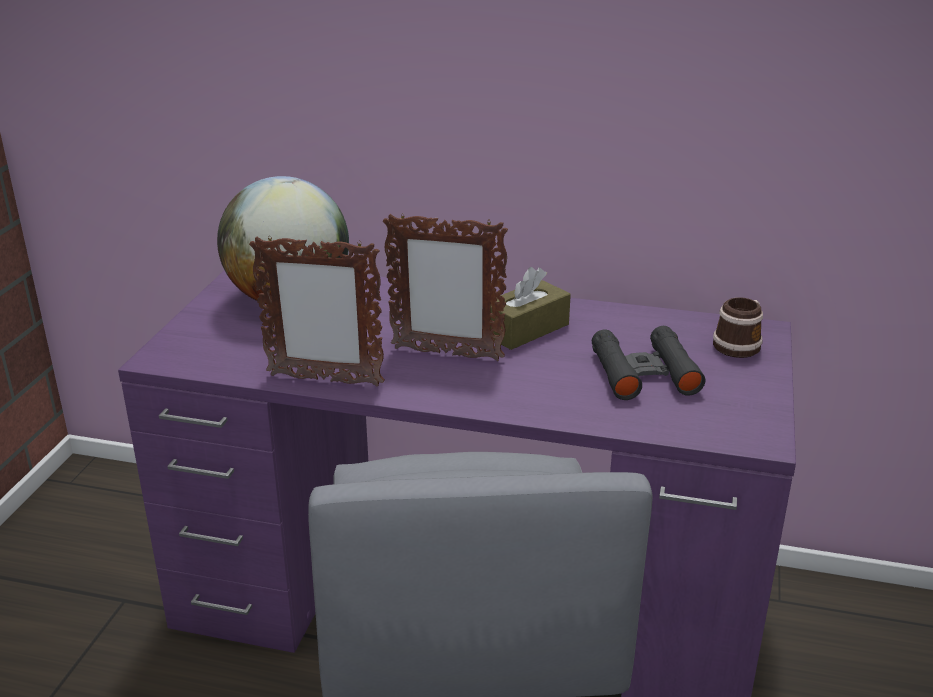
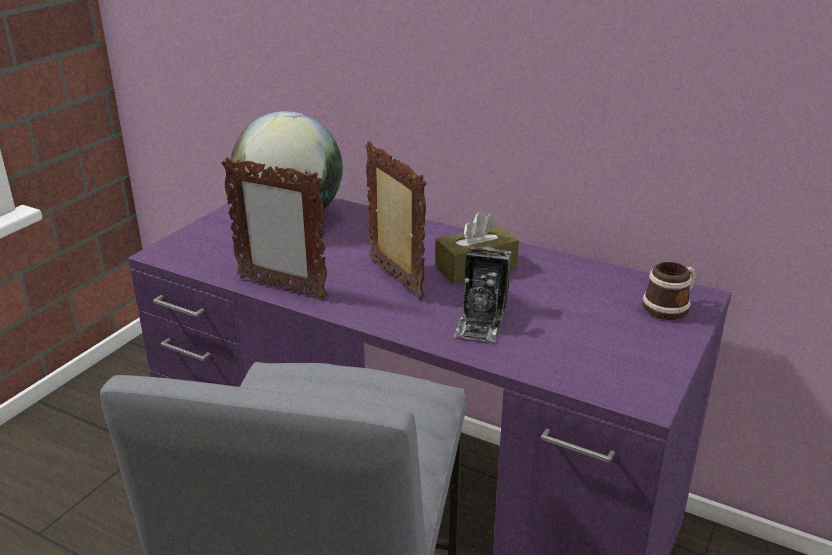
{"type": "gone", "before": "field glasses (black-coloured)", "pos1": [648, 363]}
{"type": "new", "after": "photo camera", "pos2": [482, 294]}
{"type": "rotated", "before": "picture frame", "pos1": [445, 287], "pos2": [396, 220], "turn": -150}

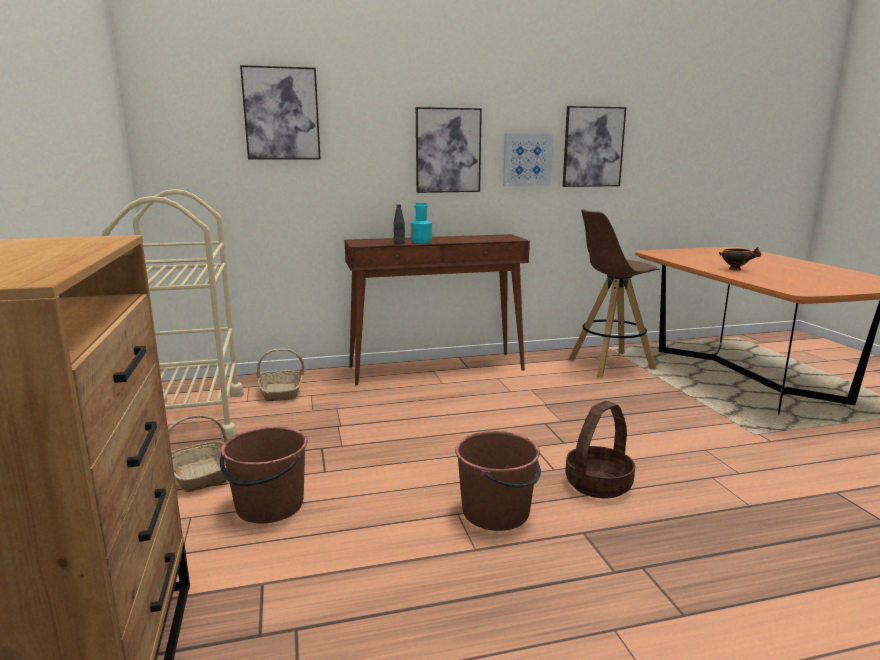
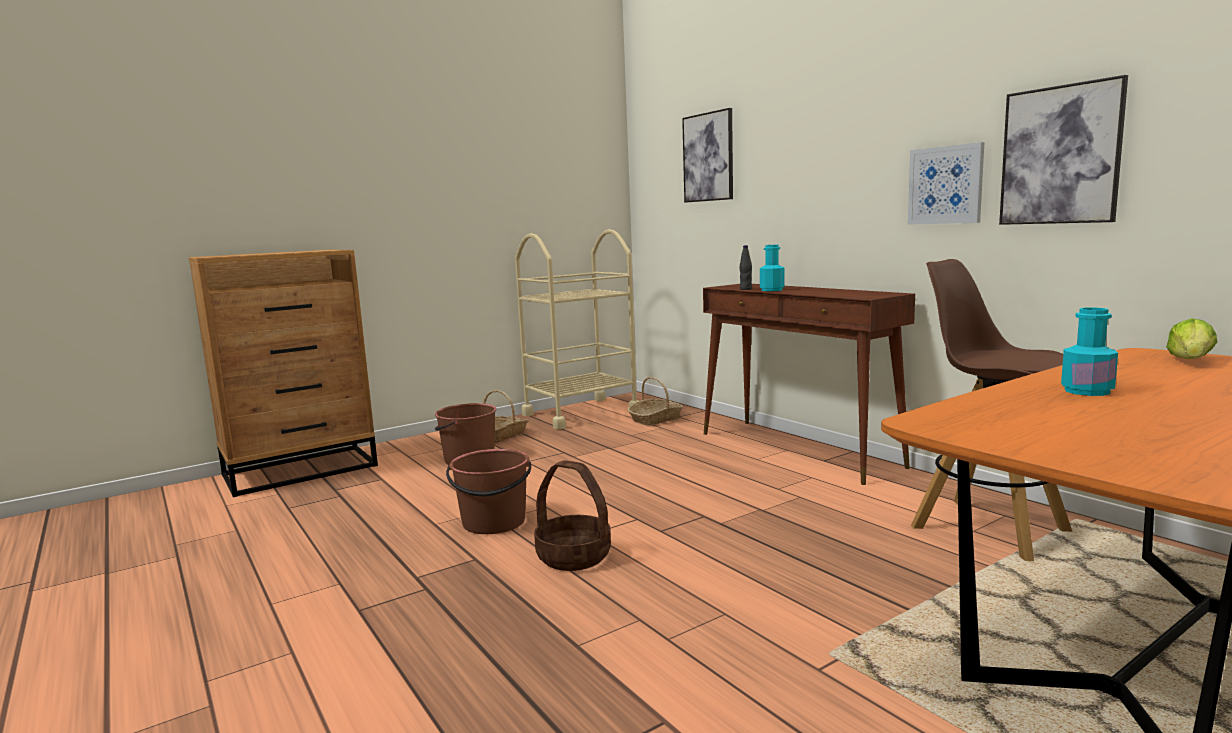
{"type": "gone", "before": "wall art", "pos1": [449, 150]}
{"type": "new", "after": "lettuce head", "pos2": [1191, 338]}
{"type": "swapped", "before": "deep dish", "after": "bottle (turquoise-coloured)", "pos1": [740, 258], "pos2": [1089, 351]}

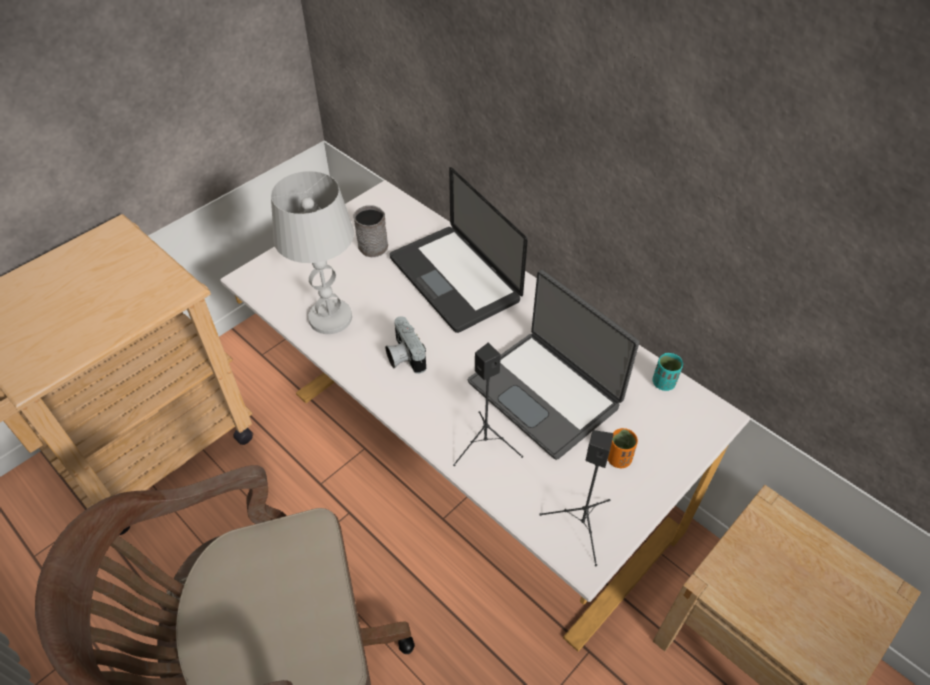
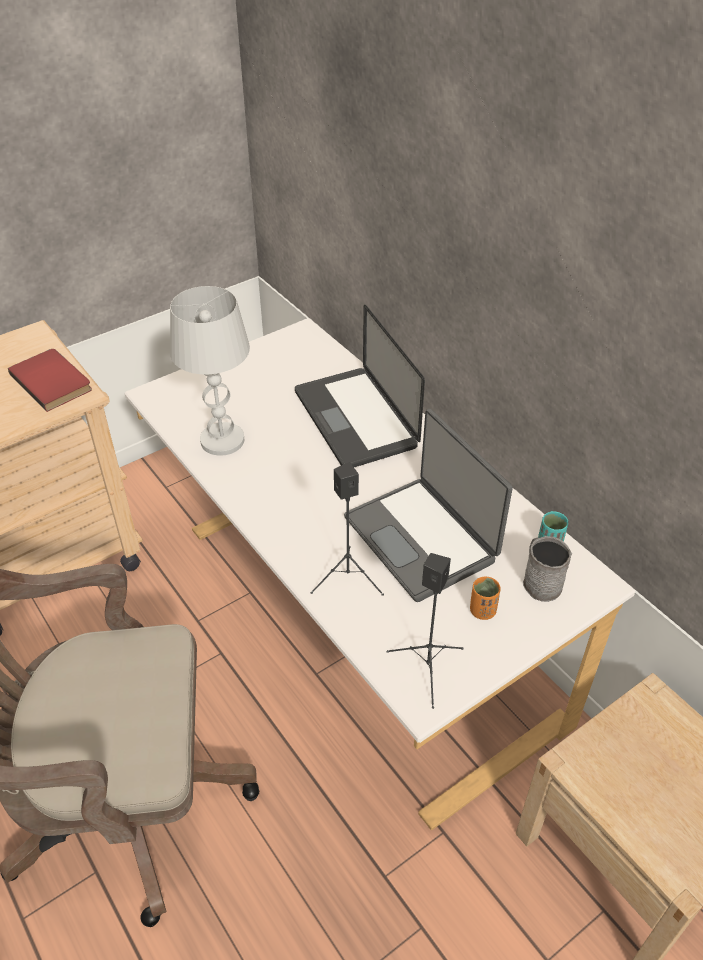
{"type": "gone", "before": "photo camera", "pos1": [405, 345]}
{"type": "new", "after": "book (red-coloured)", "pos2": [50, 380]}
{"type": "shifted", "before": "tea mug (gray)", "pos1": [370, 231], "pos2": [547, 569]}

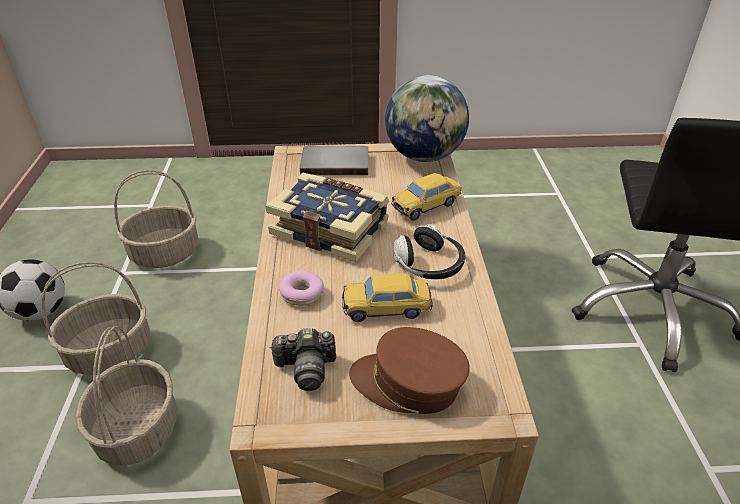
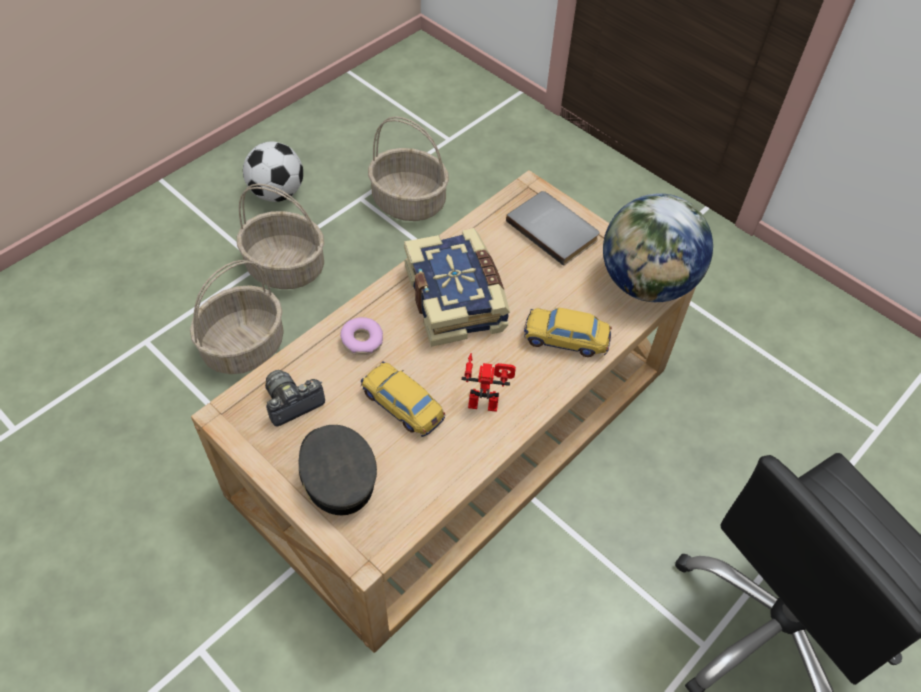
{"type": "swapped", "before": "headphones", "after": "robot figure", "pos1": [429, 251], "pos2": [488, 382]}
{"type": "repainted", "before": "cap (brown)", "after": "cap (gray)", "pos1": [409, 370], "pos2": [338, 470]}
{"type": "rotated", "before": "photo camera", "pos1": [302, 359], "pos2": [295, 398], "turn": 105}

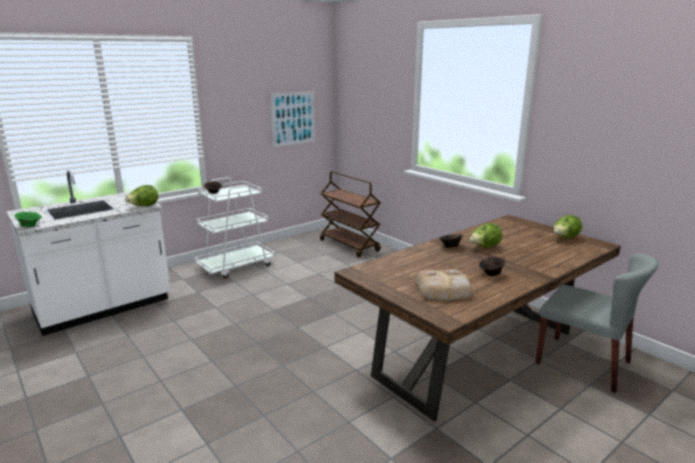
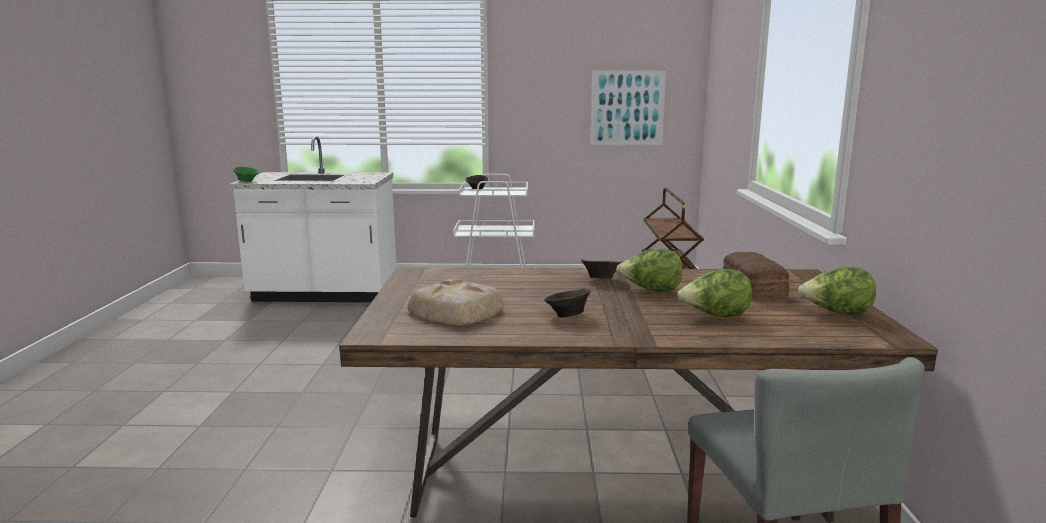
{"type": "new", "after": "baked bread", "pos2": [756, 275]}
{"type": "shifted", "before": "lettuce head", "pos1": [141, 195], "pos2": [715, 293]}

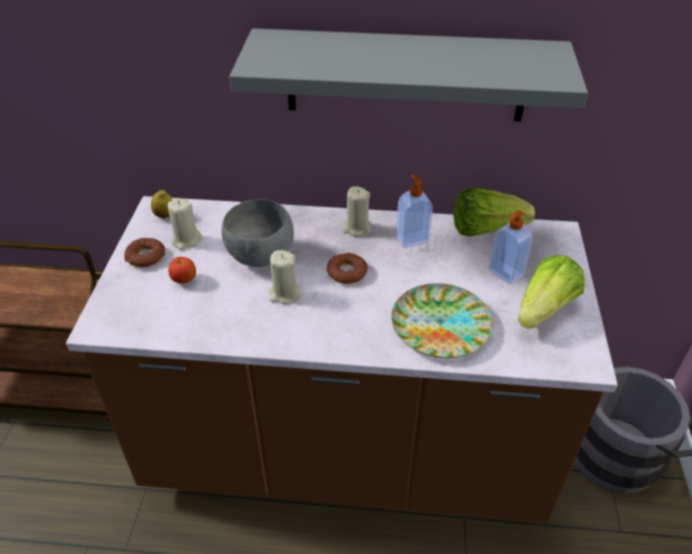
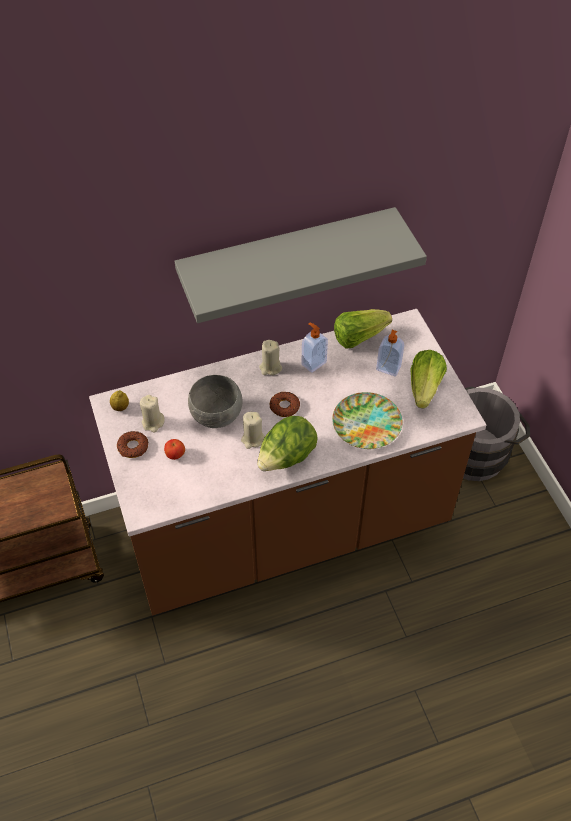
{"type": "new", "after": "lettuce head", "pos2": [287, 443]}

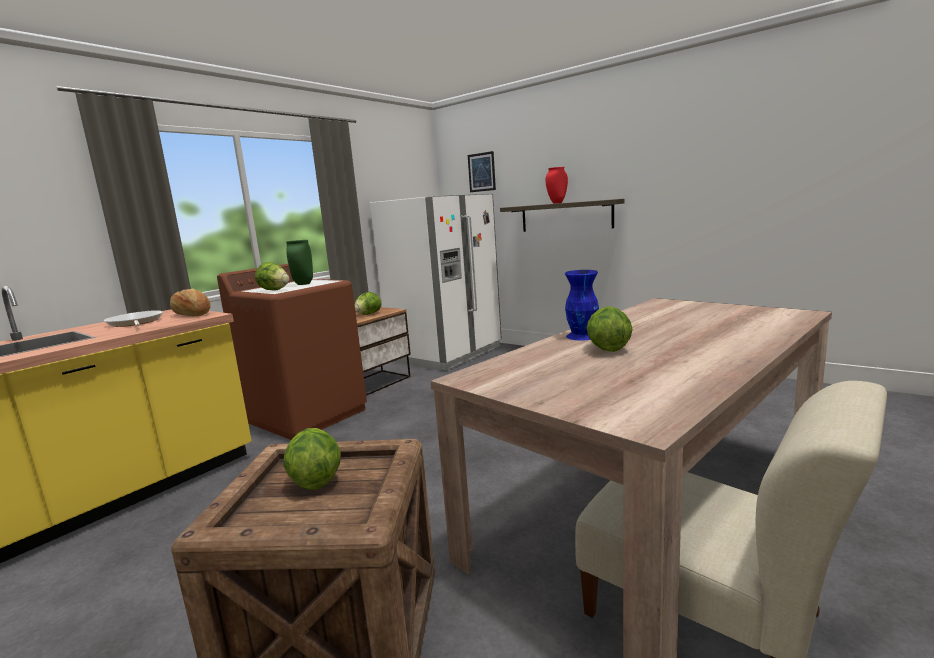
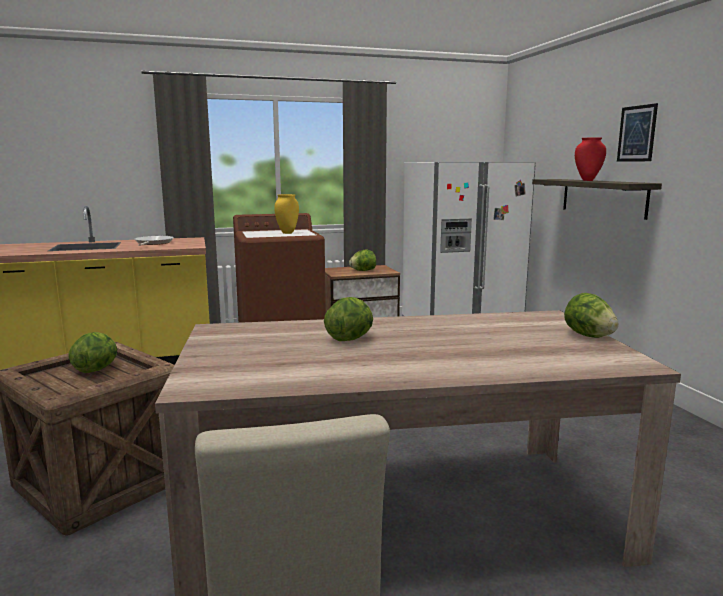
{"type": "gone", "before": "baked bread", "pos1": [190, 302]}
{"type": "gone", "before": "vase (blue-coloured)", "pos1": [582, 305]}
{"type": "shifted", "before": "lettuce head", "pos1": [272, 276], "pos2": [591, 315]}
{"type": "shifted", "before": "wall art", "pos1": [482, 171], "pos2": [637, 132]}
{"type": "repainted", "before": "vase (green)", "after": "vase (yellow)", "pos1": [299, 262], "pos2": [286, 214]}

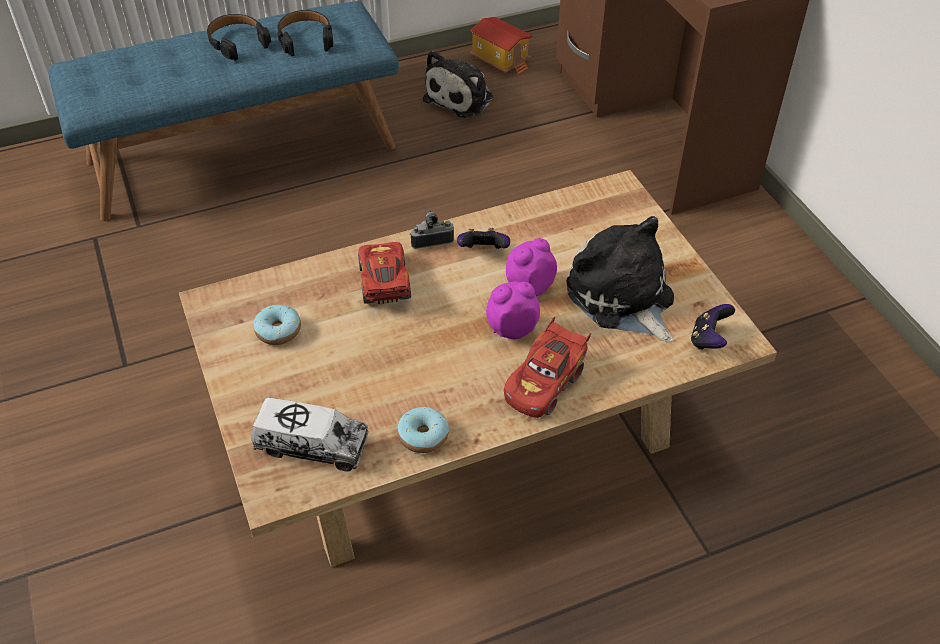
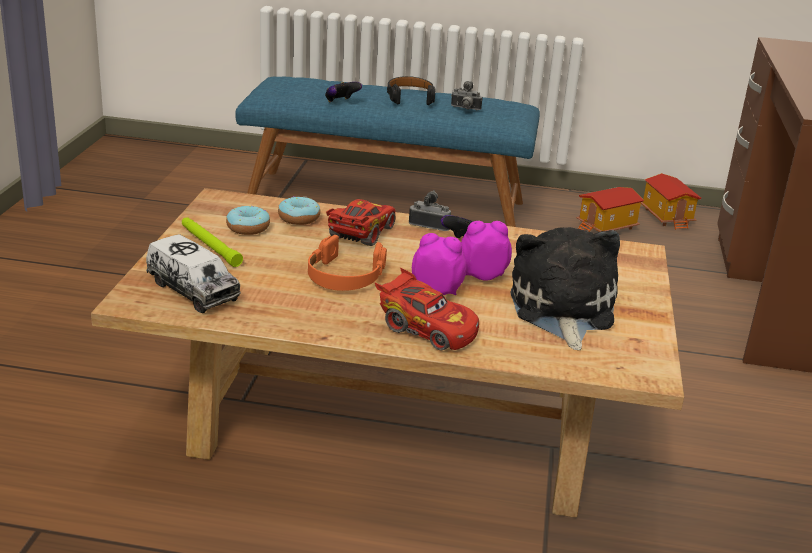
{"type": "new", "after": "flashlight (green)", "pos2": [212, 242]}
{"type": "new", "after": "headphones (orange-coloured)", "pos2": [347, 263]}
{"type": "shifted", "before": "ring doughnut", "pos1": [423, 430], "pos2": [299, 210]}
{"type": "shifted", "before": "game controller", "pos1": [712, 327], "pos2": [343, 92]}
{"type": "swapped", "before": "headphones (black-coloured)", "after": "photo camera", "pos1": [305, 33], "pos2": [466, 95]}
{"type": "swapped", "before": "soft toy", "after": "model house", "pos1": [458, 84], "pos2": [610, 209]}
{"type": "rotated", "before": "toy car (red-coloured)", "pos1": [547, 367], "pos2": [427, 309], "turn": -120}

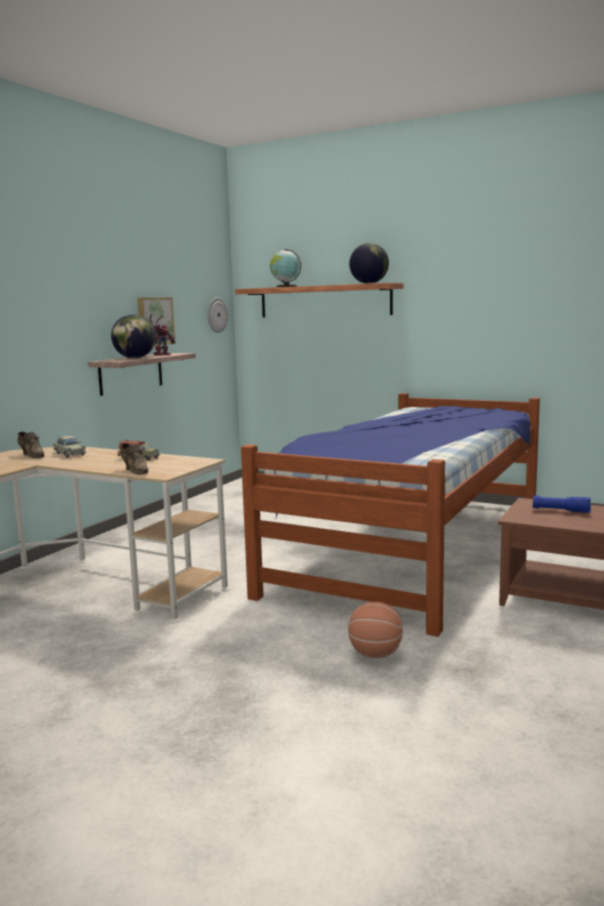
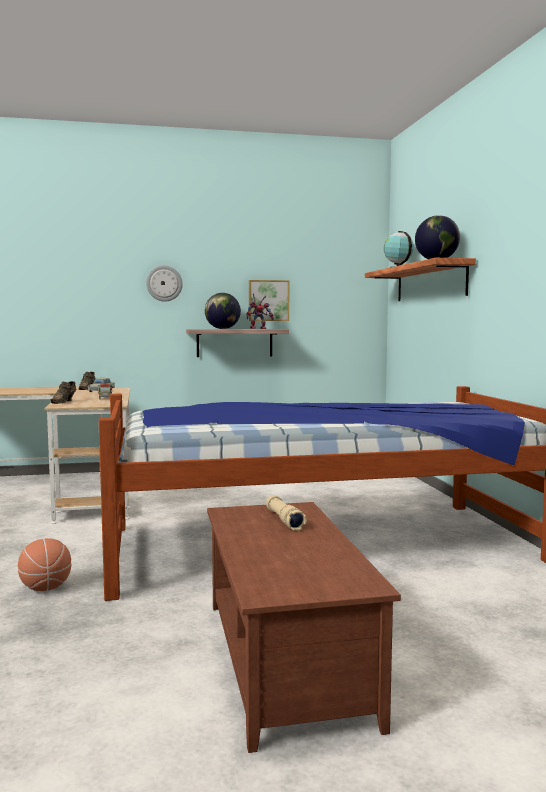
{"type": "shifted", "before": "wall clock", "pos1": [217, 315], "pos2": [164, 283]}
{"type": "repainted", "before": "flashlight (blue-coloured)", "after": "flashlight (beige)", "pos1": [562, 504], "pos2": [286, 513]}

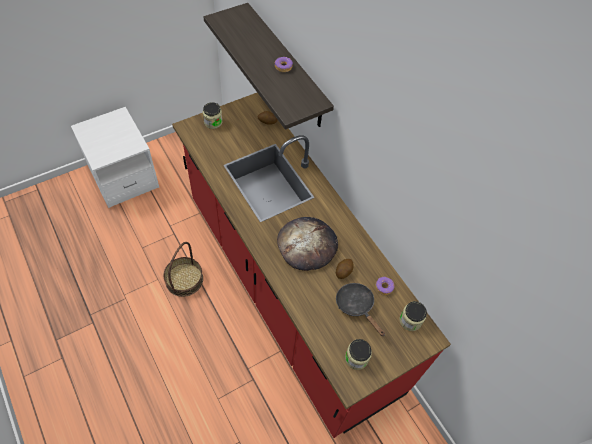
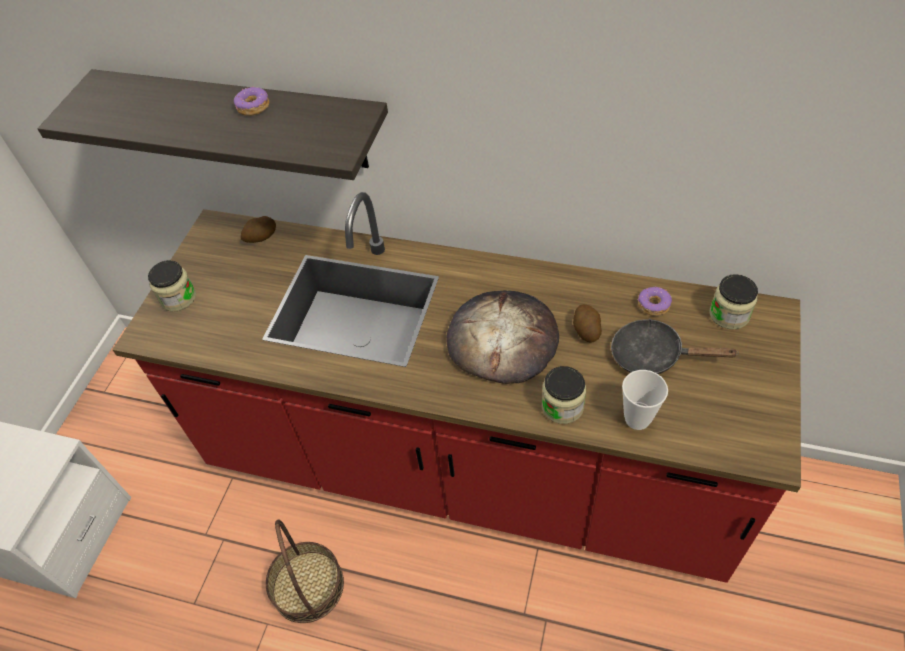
{"type": "new", "after": "small cup", "pos2": [645, 400]}
{"type": "shifted", "before": "jar", "pos1": [358, 354], "pos2": [564, 395]}

